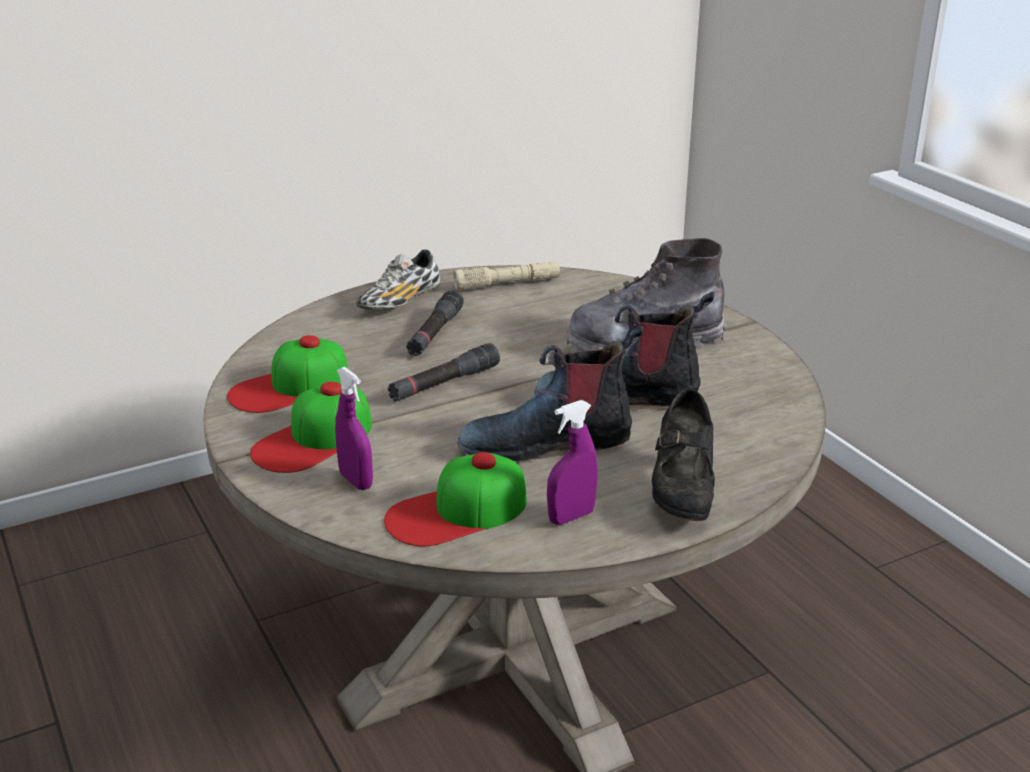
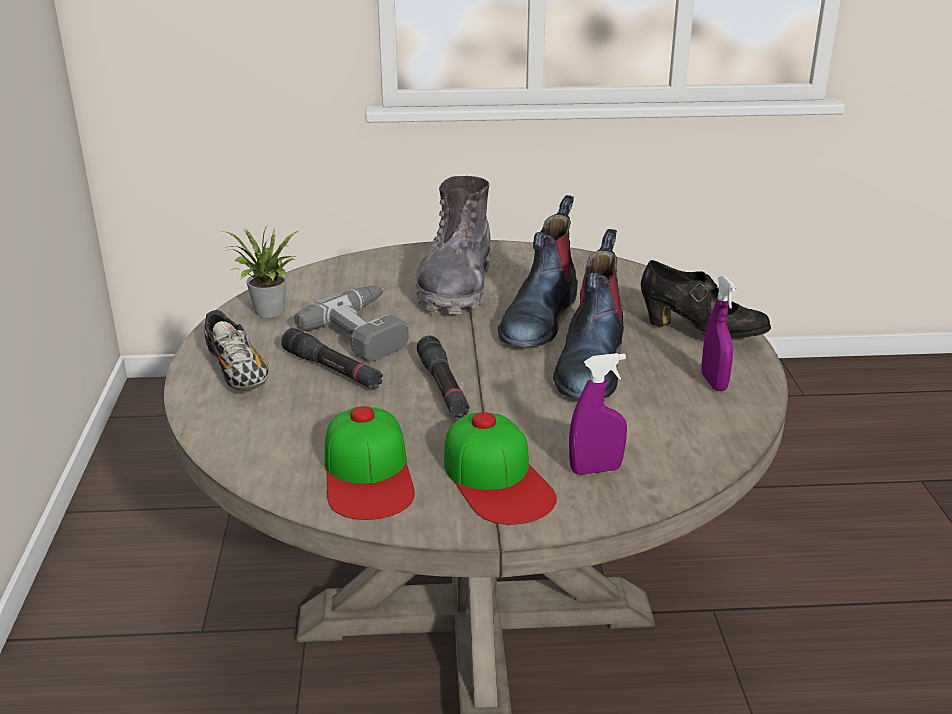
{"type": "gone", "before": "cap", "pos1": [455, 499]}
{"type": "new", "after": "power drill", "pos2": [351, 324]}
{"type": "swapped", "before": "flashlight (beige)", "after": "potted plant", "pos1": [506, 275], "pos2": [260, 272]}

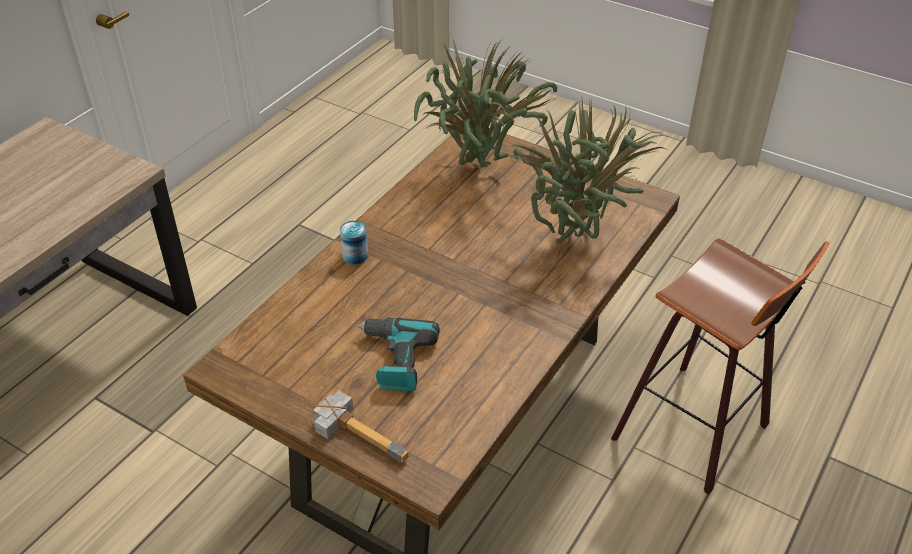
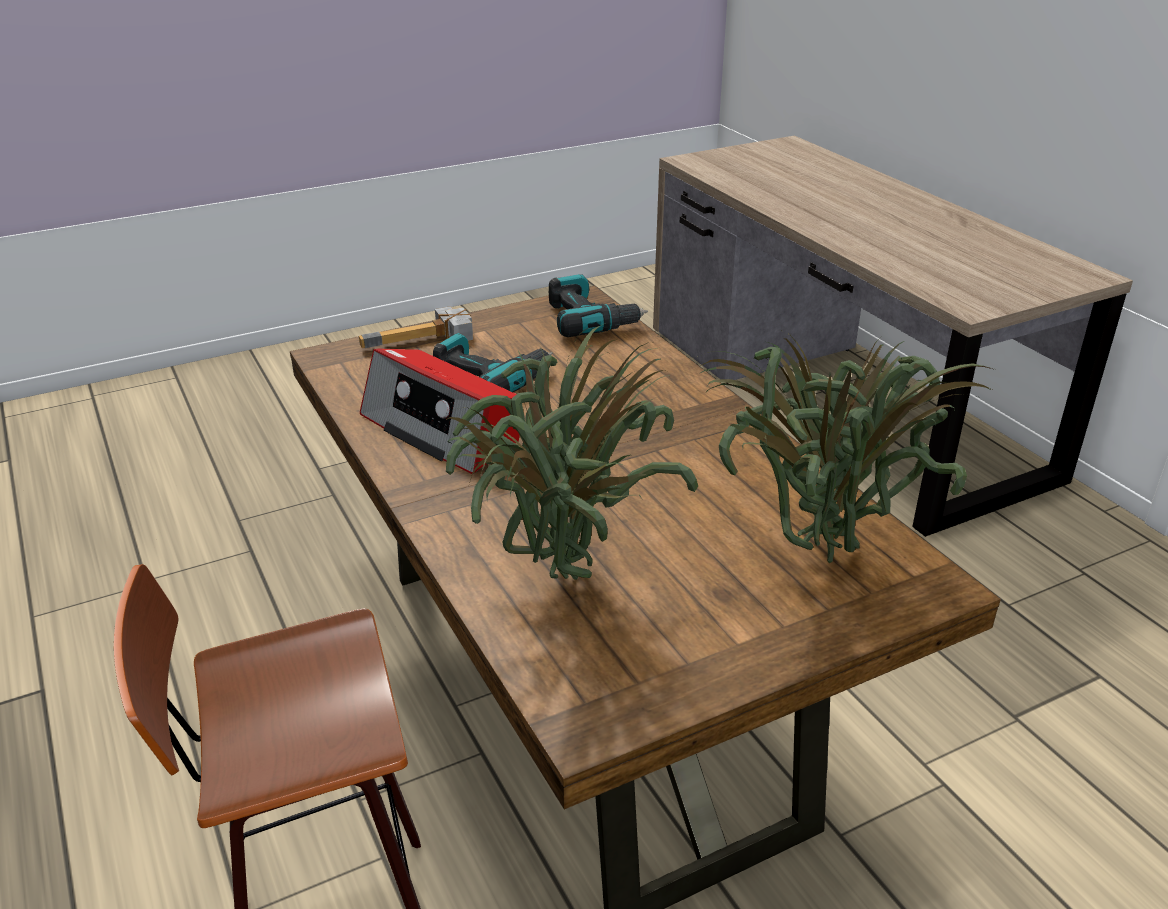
{"type": "gone", "before": "can", "pos1": [353, 243]}
{"type": "new", "after": "radio", "pos2": [440, 411]}
{"type": "new", "after": "power drill", "pos2": [598, 305]}

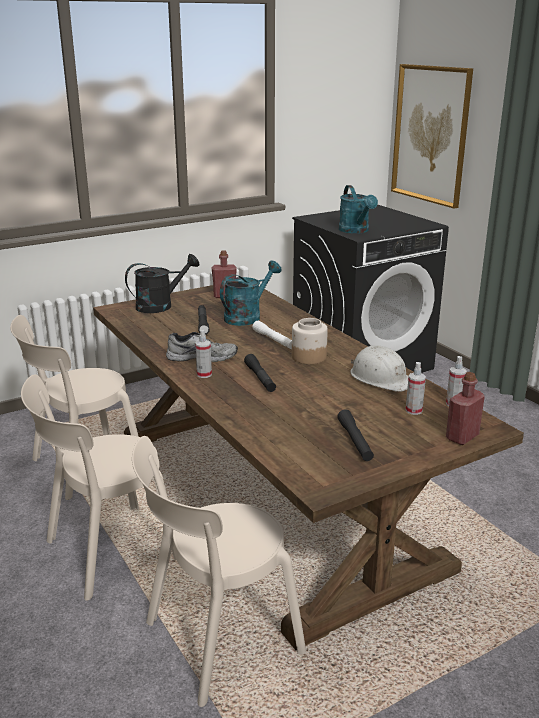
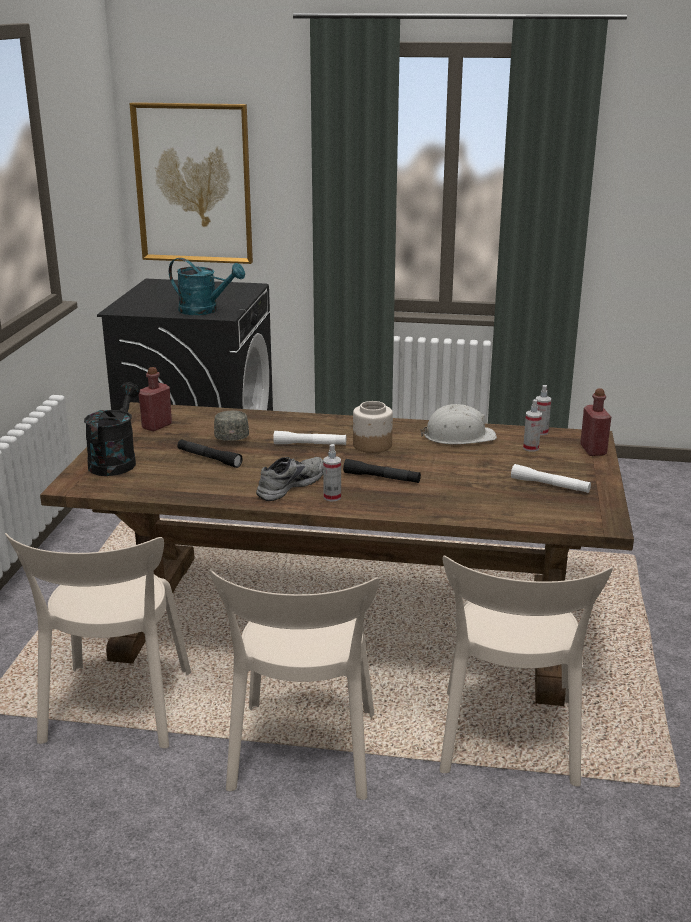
{"type": "swapped", "before": "sprinkling can (turquoise-coloured)", "after": "cap (gray)", "pos1": [250, 293], "pos2": [231, 426]}
{"type": "repainted", "before": "flashlight (black-coloured)", "after": "flashlight (white)", "pos1": [355, 435], "pos2": [551, 478]}

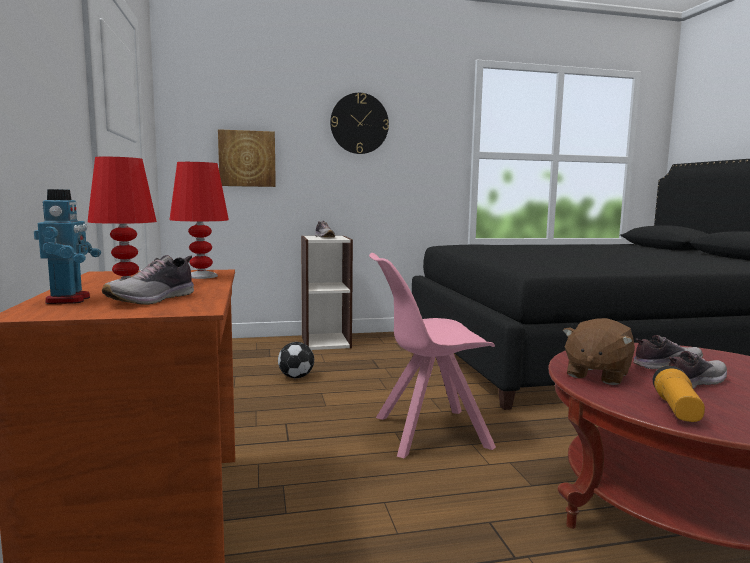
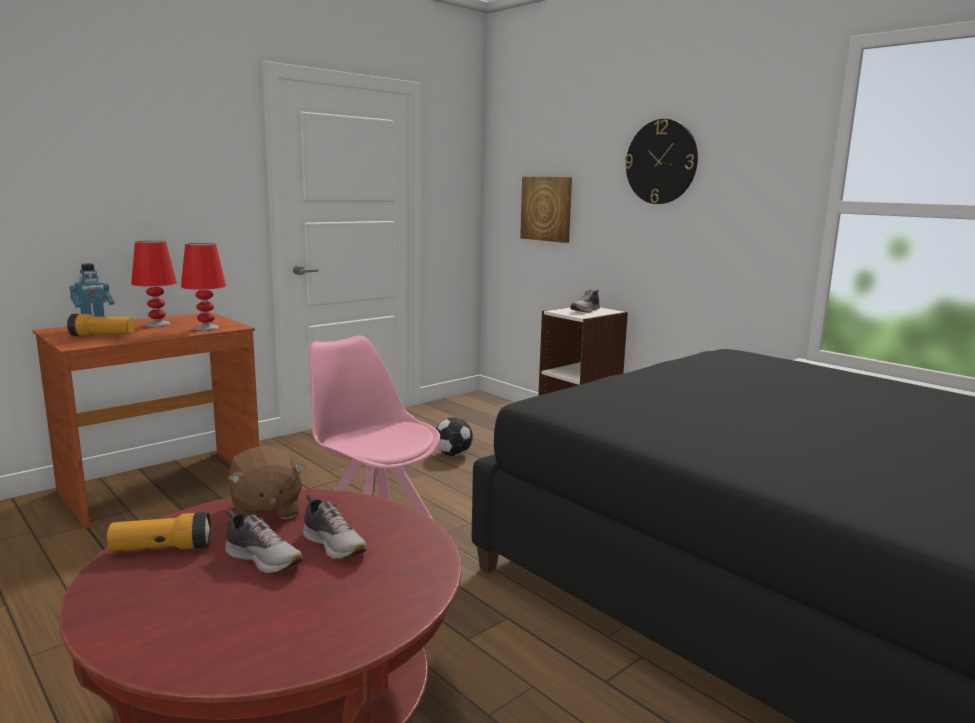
{"type": "swapped", "before": "item of footwear", "after": "flashlight", "pos1": [148, 280], "pos2": [101, 325]}
{"type": "rotated", "before": "soft toy (brown)", "pos1": [599, 351], "pos2": [266, 482], "turn": -120}

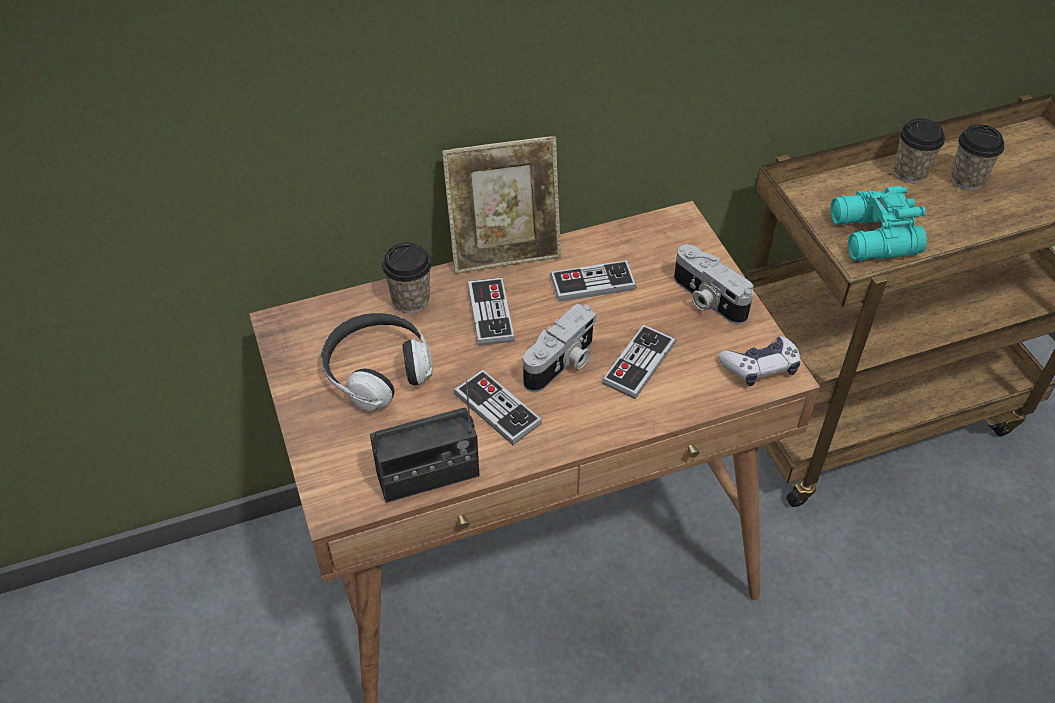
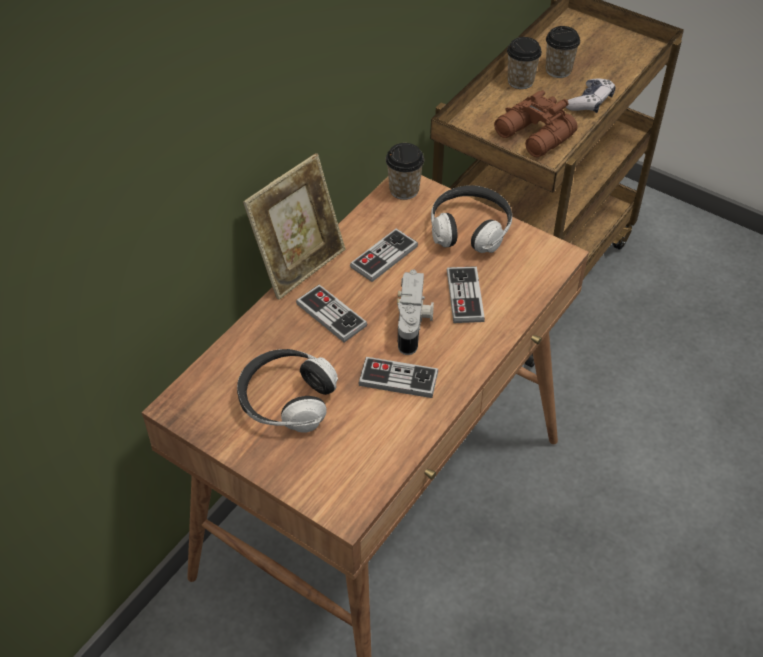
{"type": "gone", "before": "radio", "pos1": [425, 442]}
{"type": "shifted", "before": "small cup", "pos1": [407, 277], "pos2": [405, 171]}
{"type": "shifted", "before": "game controller", "pos1": [759, 361], "pos2": [590, 96]}
{"type": "swapped", "before": "photo camera", "after": "headphones", "pos1": [714, 284], "pos2": [471, 219]}
{"type": "repainted", "before": "field glasses (turquoise-coloured)", "after": "field glasses (brown)", "pos1": [878, 223], "pos2": [536, 123]}

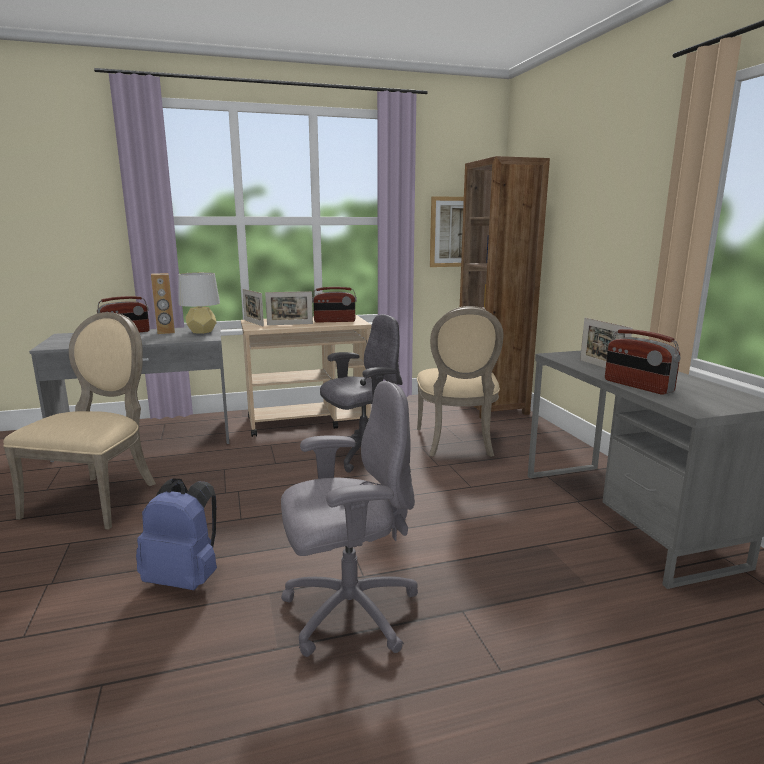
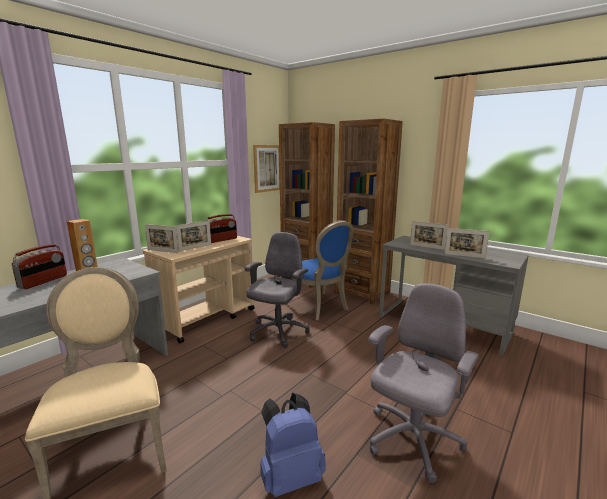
{"type": "gone", "before": "table lamp (gray)", "pos1": [199, 303]}
{"type": "new", "after": "bookcase (brown)", "pos2": [369, 212]}
{"type": "swapped", "before": "radio", "after": "picture frame", "pos1": [643, 362], "pos2": [467, 243]}
{"type": "repainted", "before": "plain chair (beige)", "after": "plain chair (blue-coloured)", "pos1": [460, 381], "pos2": [319, 270]}

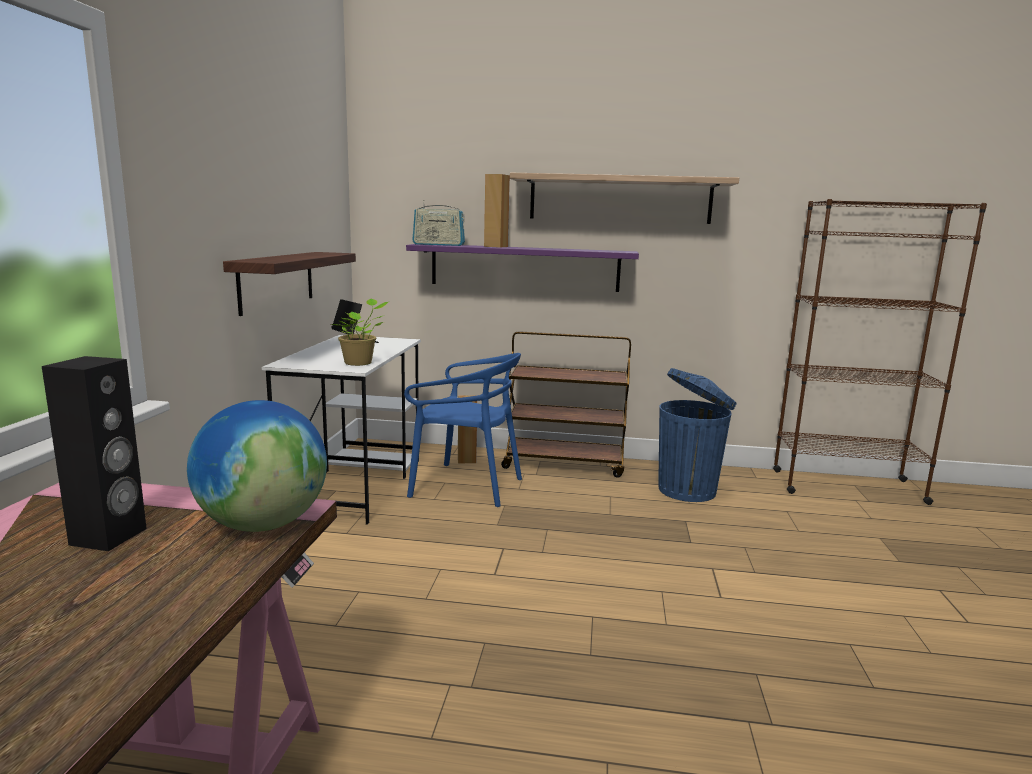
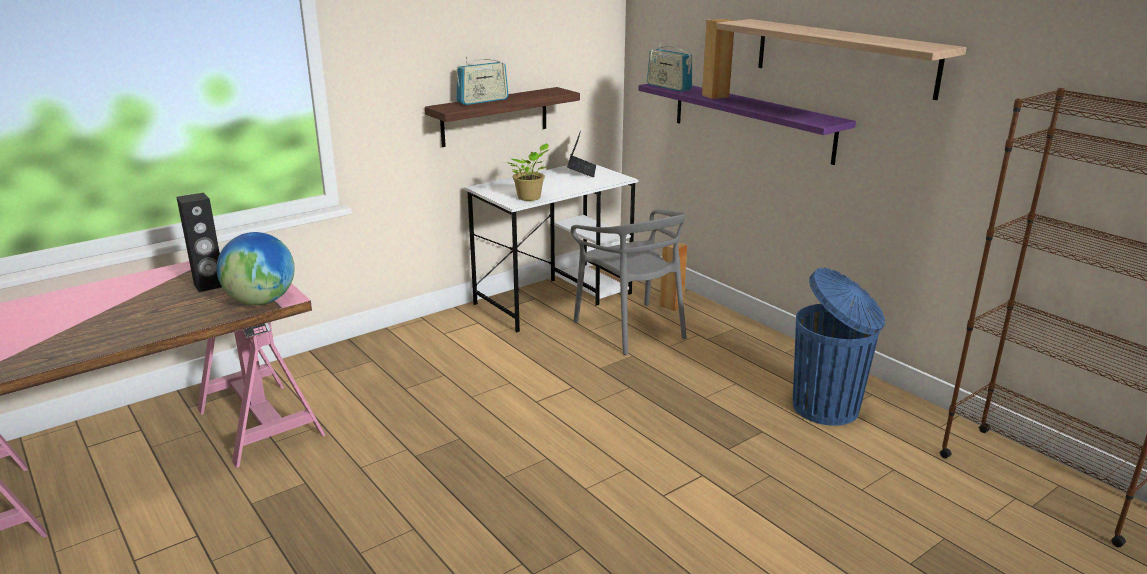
{"type": "gone", "before": "cart (brown)", "pos1": [566, 404]}
{"type": "new", "after": "radio", "pos2": [482, 81]}
{"type": "repainted", "before": "plain chair (blue-coloured)", "after": "plain chair (gray)", "pos1": [463, 430], "pos2": [629, 282]}

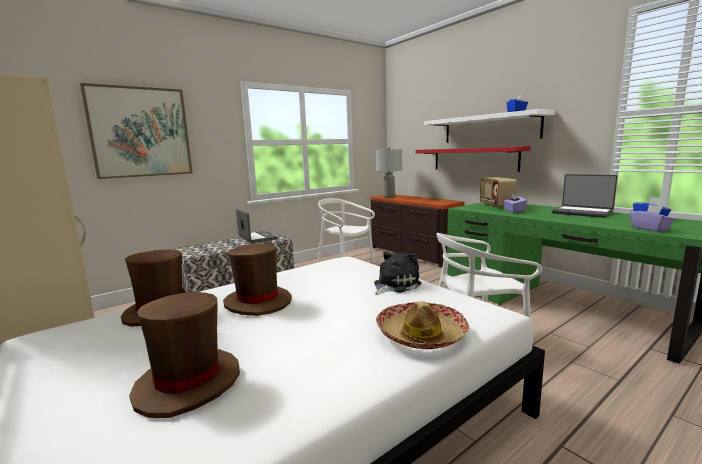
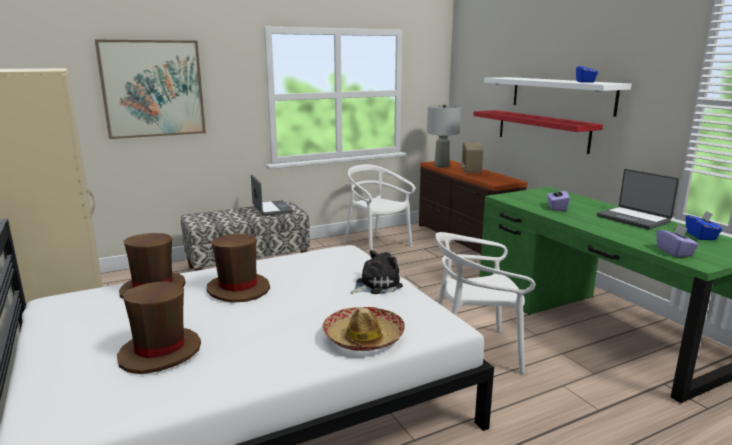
{"type": "shifted", "before": "radio", "pos1": [498, 192], "pos2": [471, 158]}

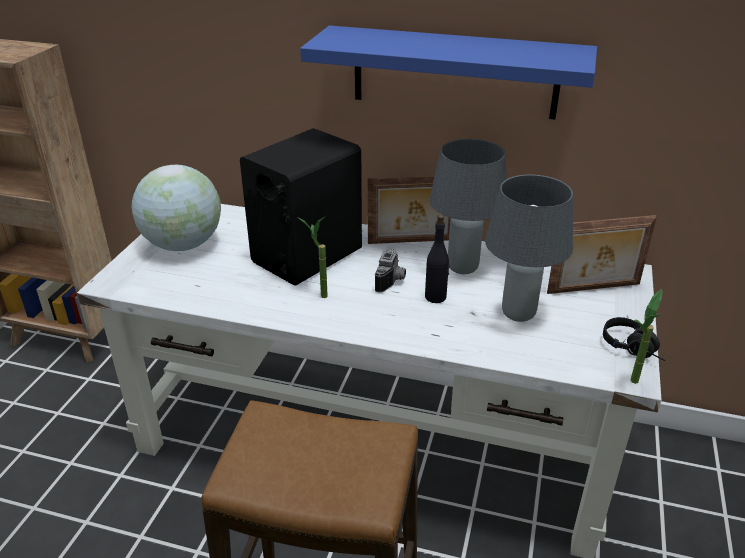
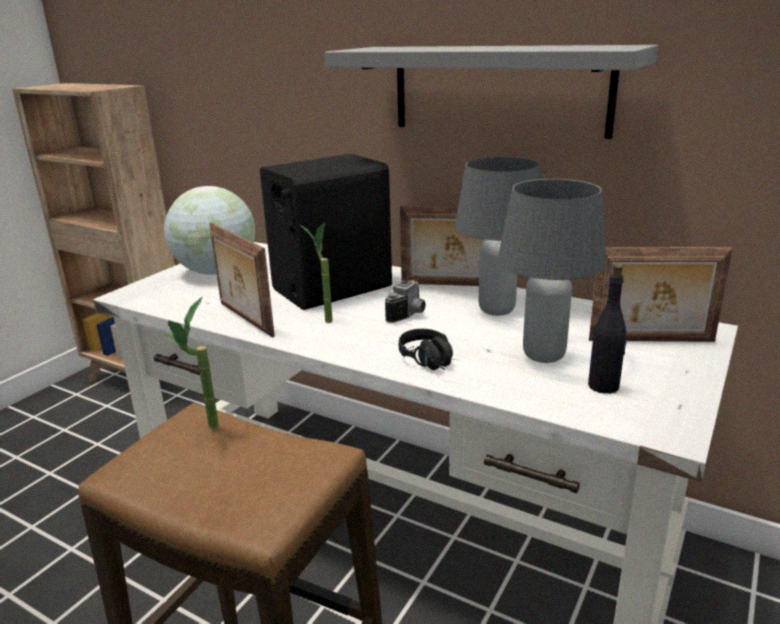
{"type": "new", "after": "picture frame", "pos2": [242, 280]}
{"type": "shifted", "before": "bottle (black-coloured)", "pos1": [437, 258], "pos2": [607, 329]}
{"type": "shifted", "before": "headphones (black-coloured)", "pos1": [634, 339], "pos2": [426, 349]}
{"type": "shifted", "before": "potted plant", "pos1": [646, 336], "pos2": [191, 363]}
{"type": "repainted", "before": "shelf (blue-coloured)", "after": "shelf (gray)", "pos1": [448, 72], "pos2": [491, 92]}

